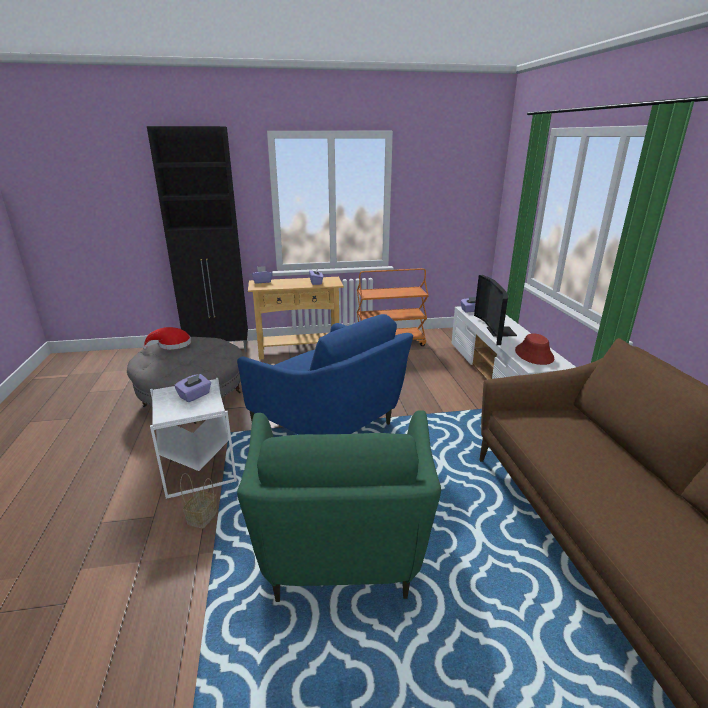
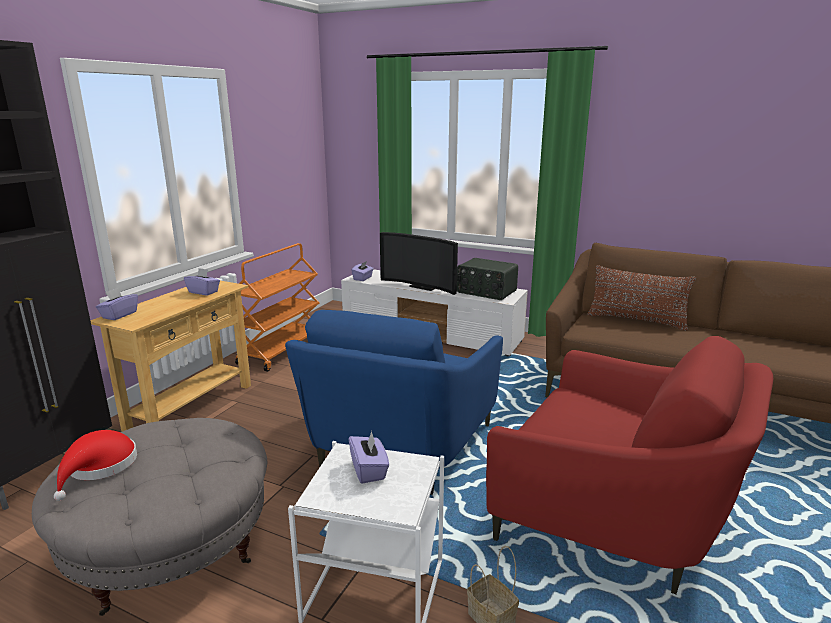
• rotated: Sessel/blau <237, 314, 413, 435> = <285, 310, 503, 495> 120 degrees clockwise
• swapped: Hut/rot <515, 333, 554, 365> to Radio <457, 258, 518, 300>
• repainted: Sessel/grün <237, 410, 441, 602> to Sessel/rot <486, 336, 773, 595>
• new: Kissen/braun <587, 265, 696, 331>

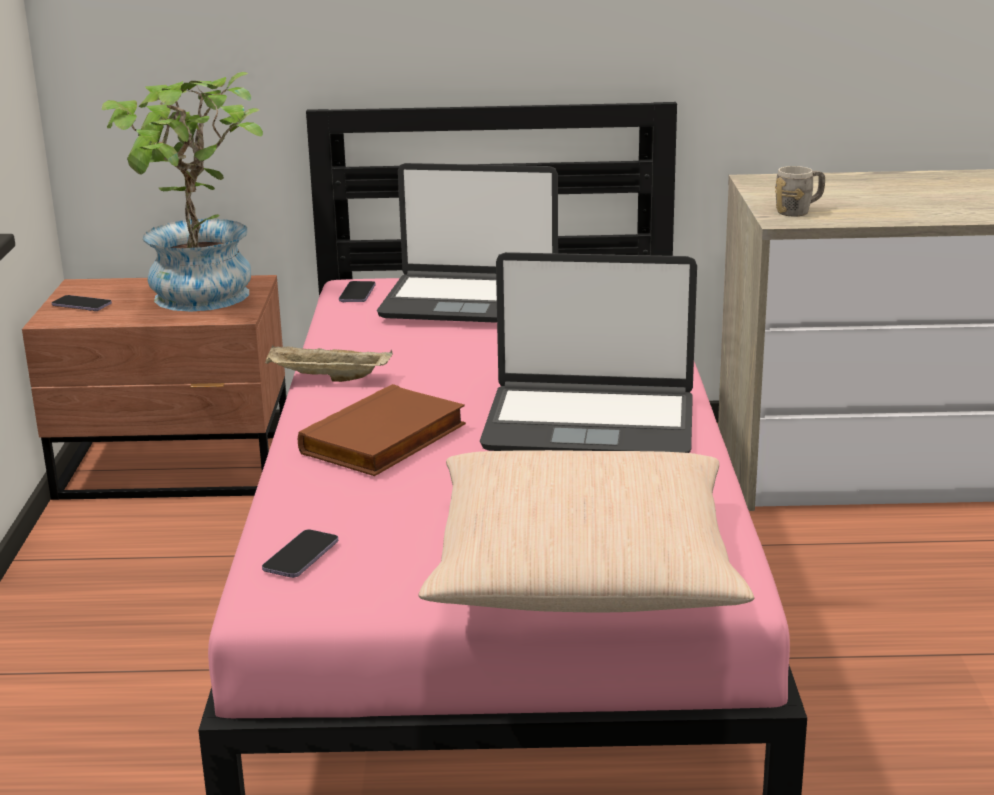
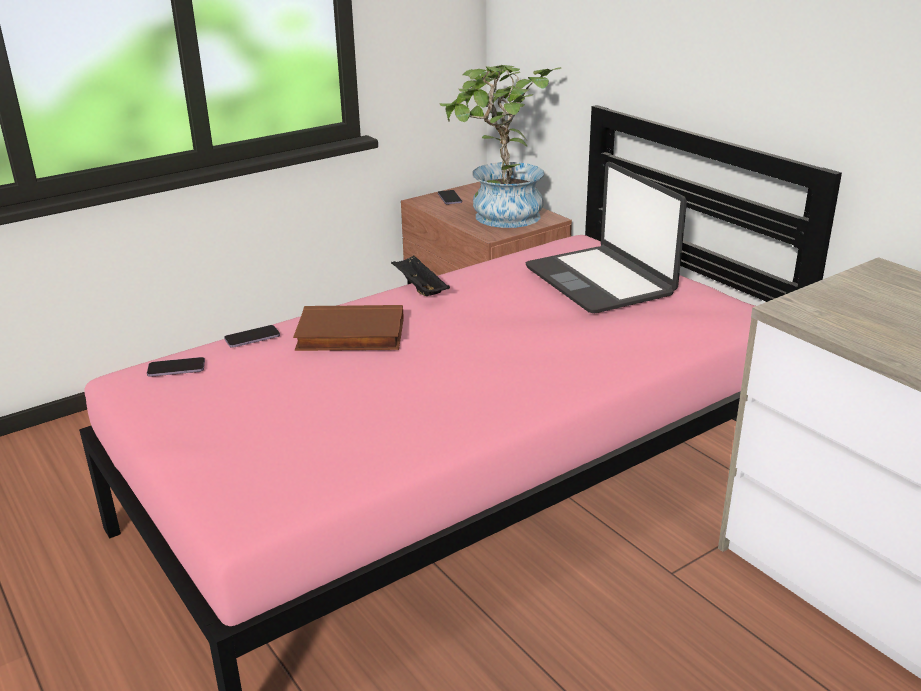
• shifted: Handy <339, 281, 376, 302> to <224, 325, 280, 348>
• repainted: Tablett/beige <265, 345, 393, 382> to Tablett/schwarz <391, 255, 450, 296>
• gone: Kissen/beige <419, 450, 754, 612>
• gone: Laptop <480, 252, 697, 453>
• gone: Henkelbecher/grau <775, 166, 825, 217>

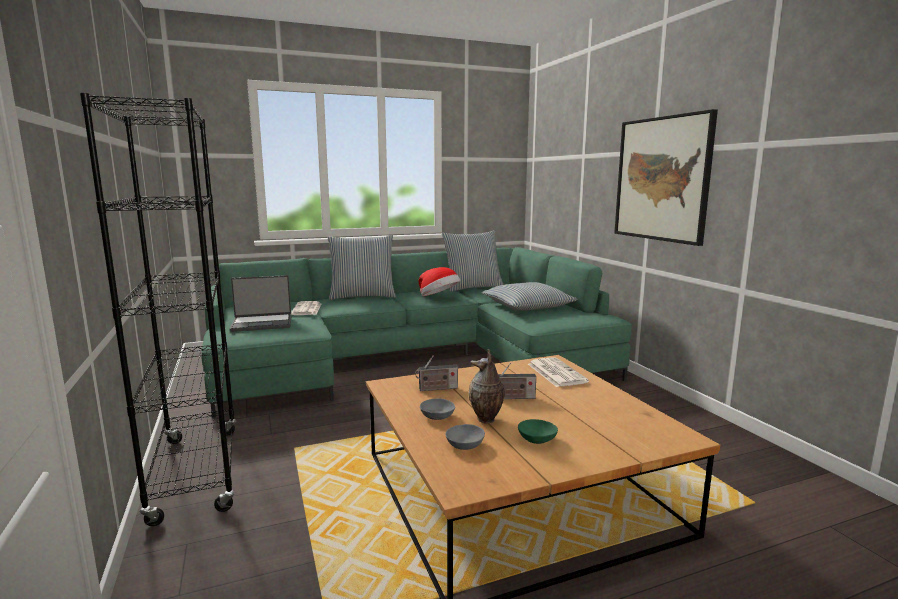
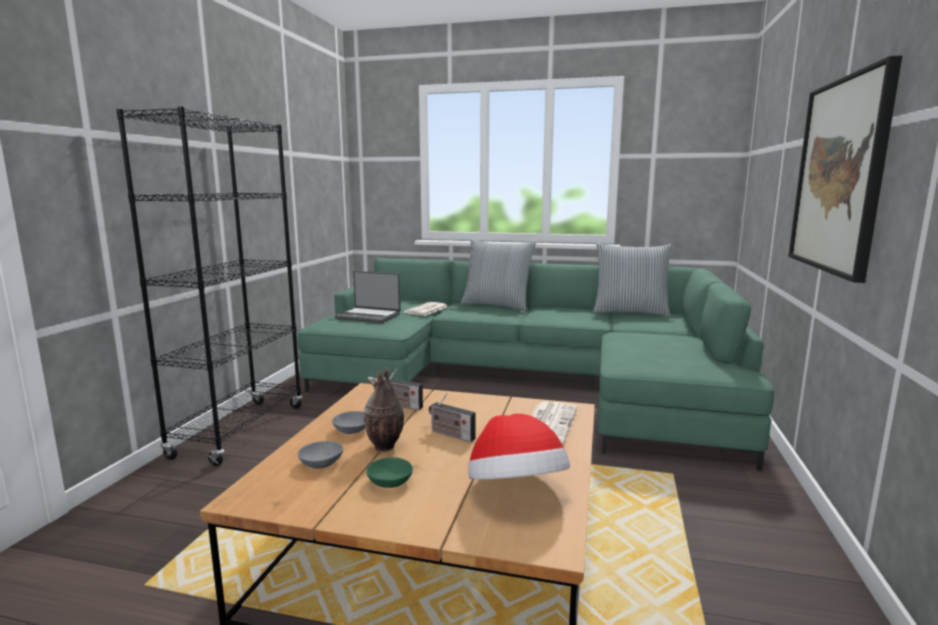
• shifted: Hut <419, 267, 461, 296> to <468, 414, 570, 480>
• gone: Kissen <482, 282, 578, 311>

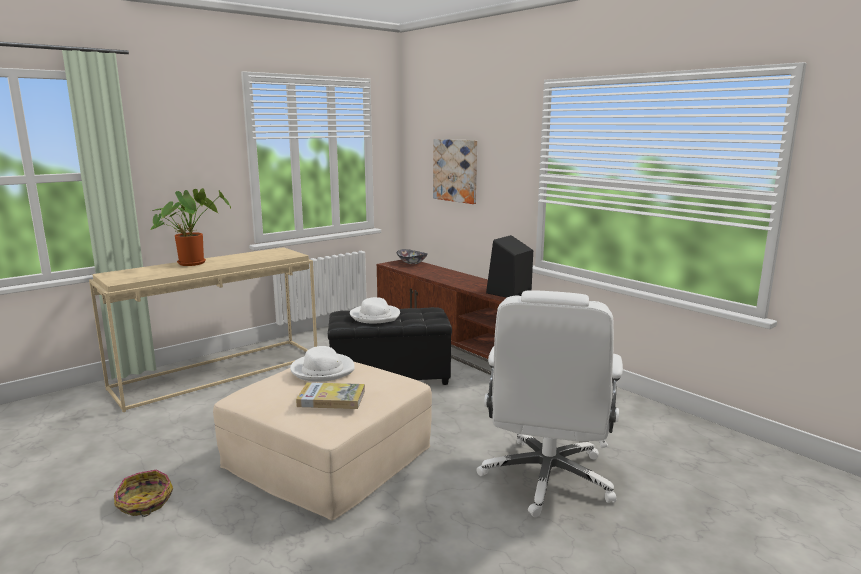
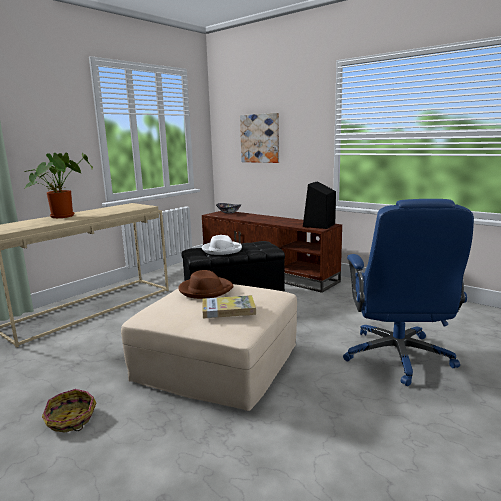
• repainted: Hut/weiß <290, 346, 355, 382> to Hut/braun <178, 270, 234, 299>
• repainted: Bürostuhl/weiß <476, 290, 623, 517> to Bürostuhl/blau <343, 199, 474, 386>

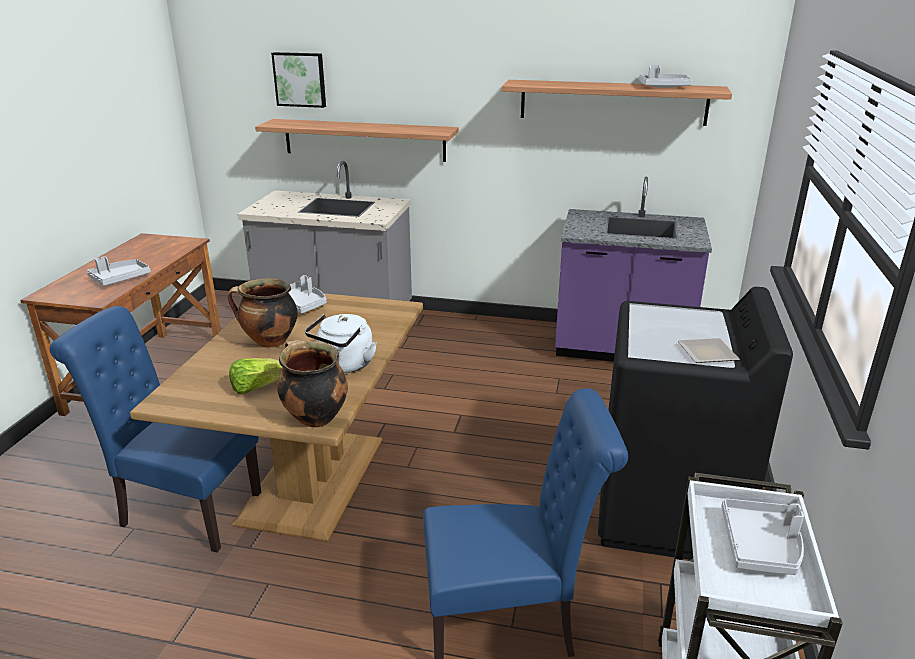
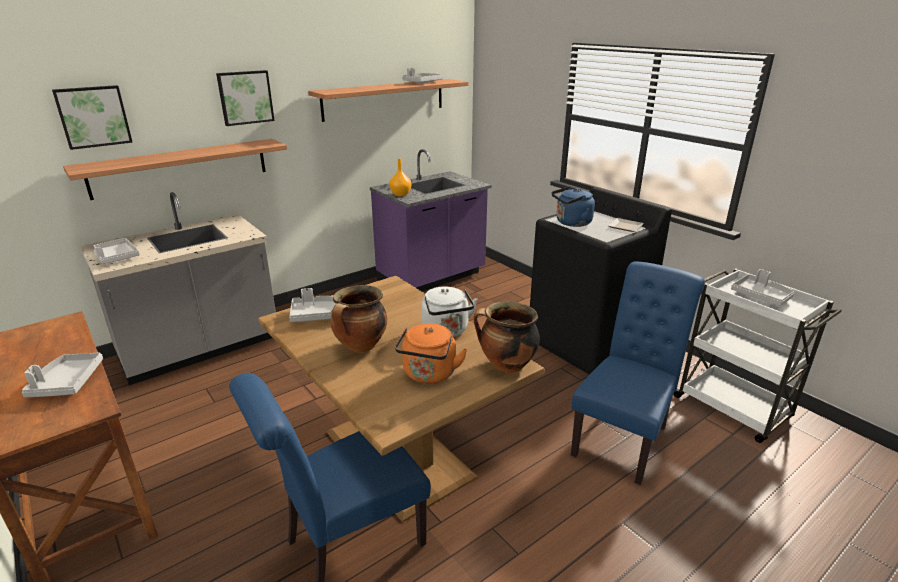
• new: Tablett/grau <93, 238, 140, 264>
• new: Bild <216, 70, 275, 126>
• new: Vase/orange <389, 159, 411, 196>
• swapped: Salatkopf <229, 358, 283, 394> to Wasserkessel/orange <395, 324, 467, 384>
• new: Wasserkessel/blau <552, 186, 595, 227>

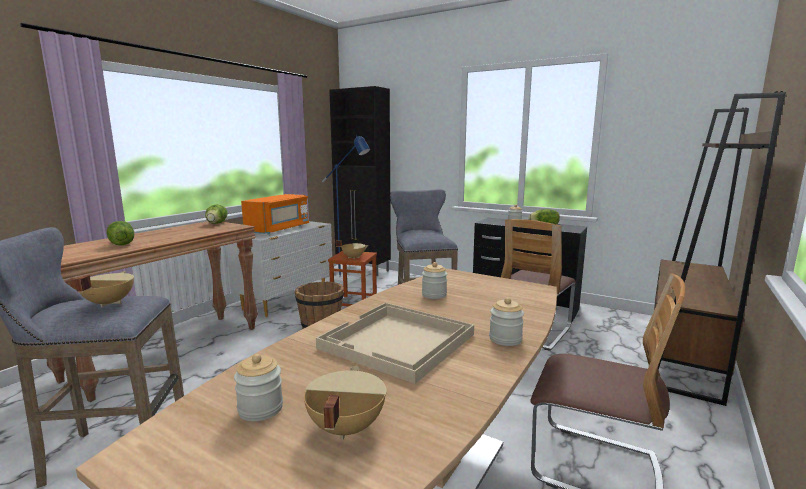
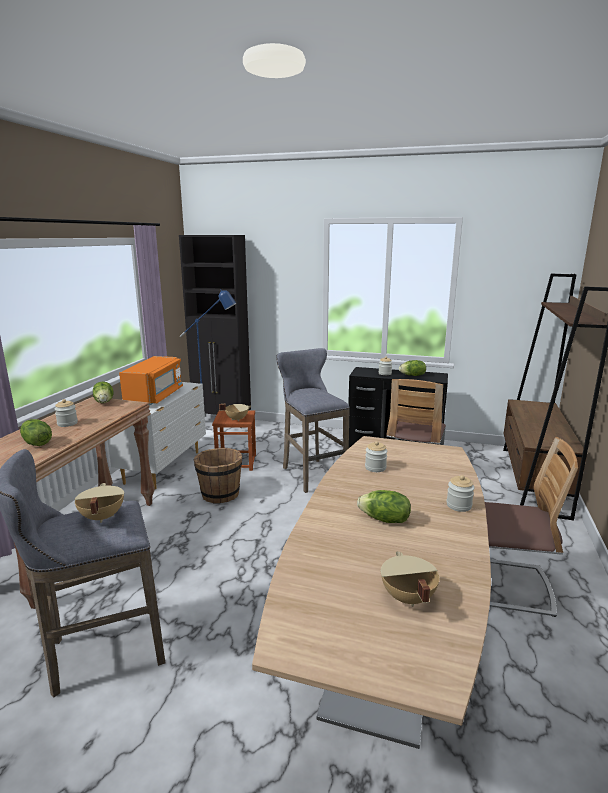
• shifted: Vorratsglas <234, 354, 283, 421> to <54, 399, 78, 427>
• swapped: Tablett/beige <316, 303, 474, 384> to Salatkopf <357, 490, 411, 523>

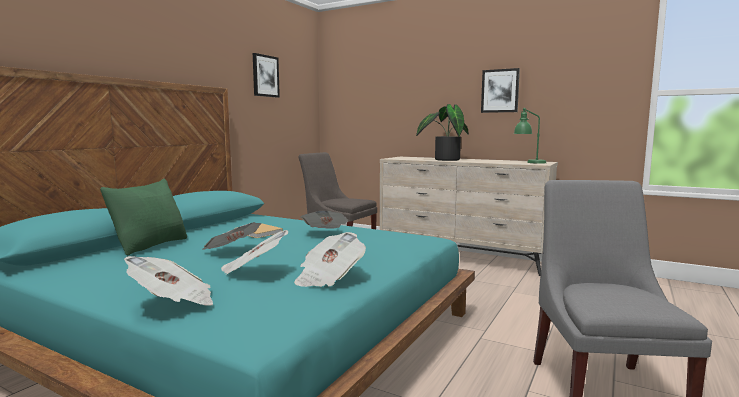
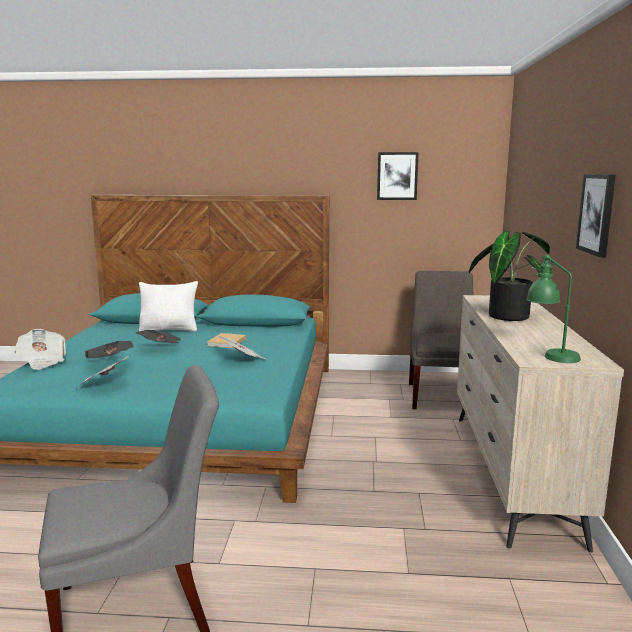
• repainted: Kissen/grün <100, 179, 187, 255> to Kissen/weiß <139, 281, 198, 332>

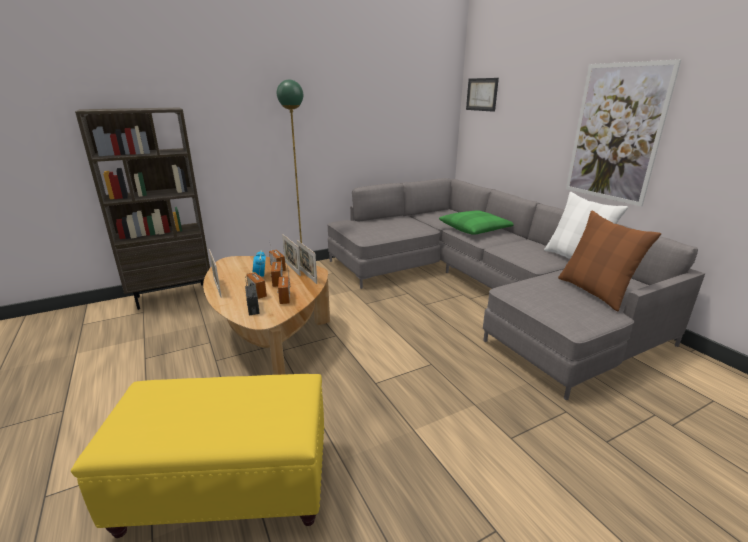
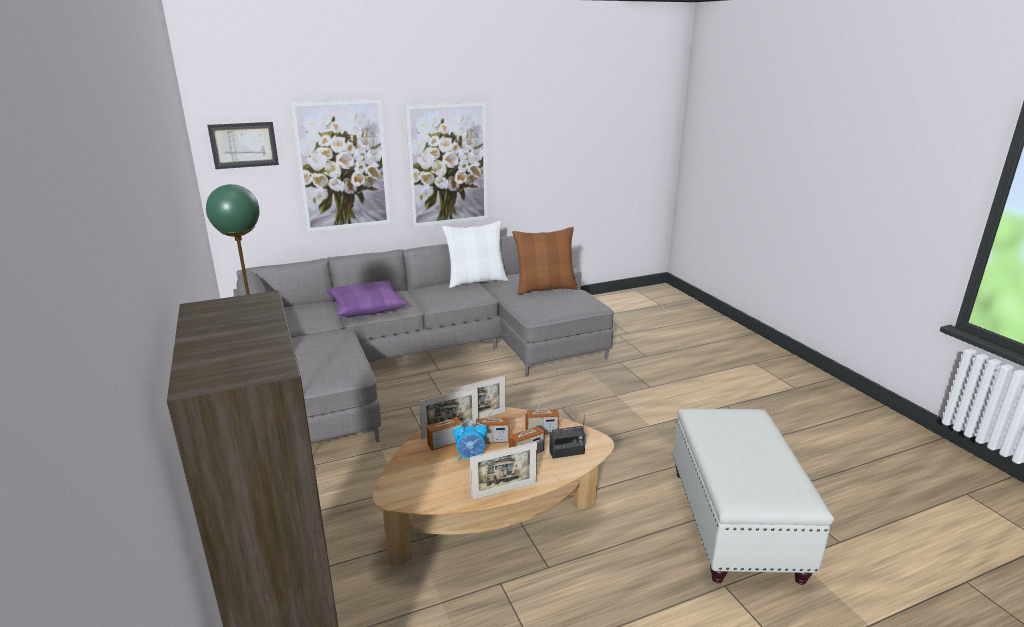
• new: Bild <290, 99, 391, 232>
• repainted: Kissen/grün <439, 210, 514, 235> to Kissen/lila <327, 281, 408, 316>
• repainted: Polsterhocker/gelb <71, 374, 324, 538> to Polsterhocker/weiß <673, 408, 834, 585>

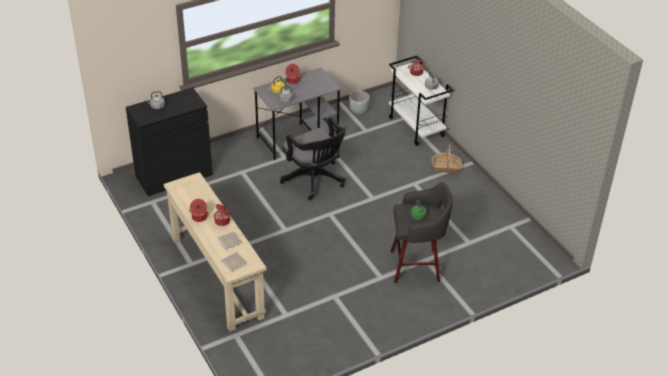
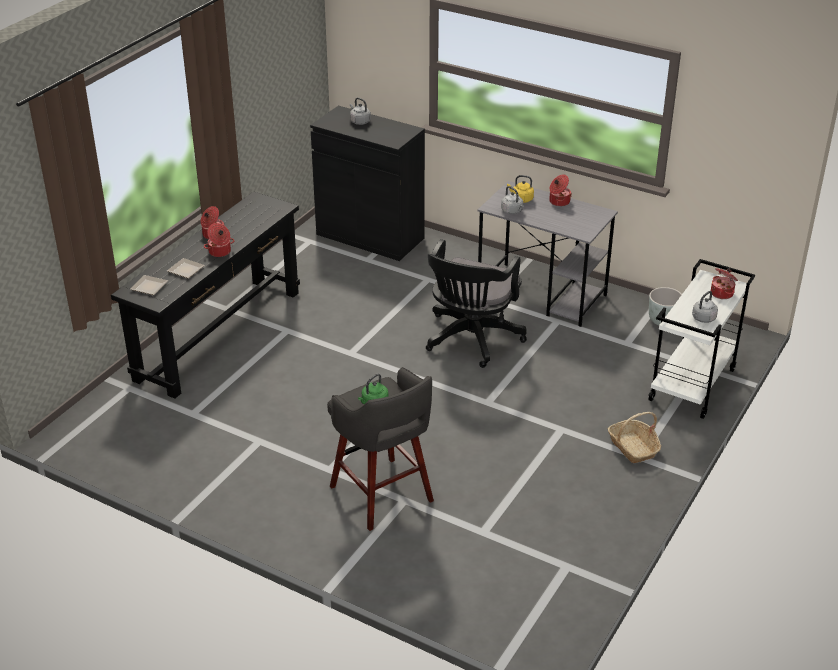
• repainted: Konsolentisch/beige <164, 172, 267, 332> to Konsolentisch/schwarz <111, 192, 300, 399>

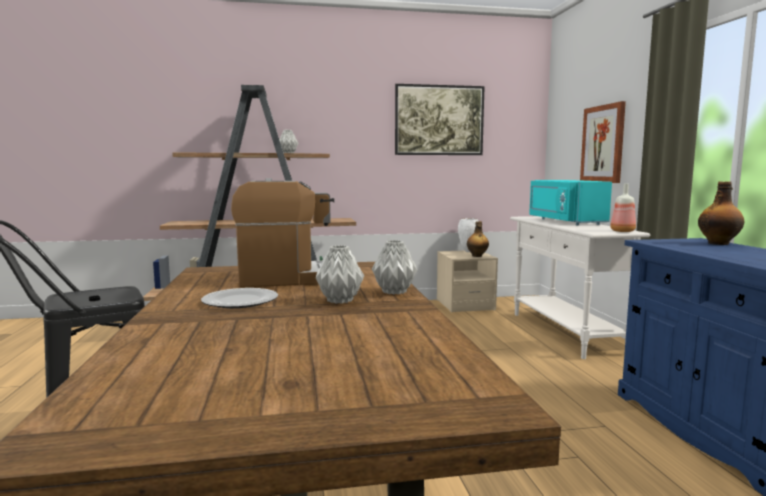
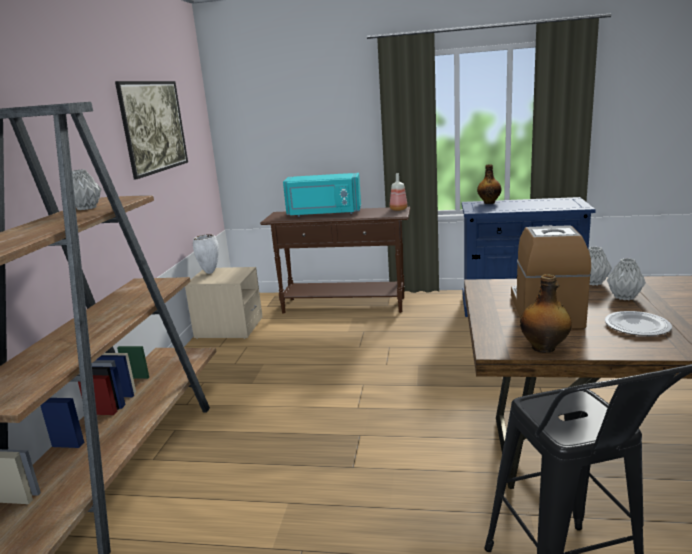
• repainted: Konsolentisch/weiß <510, 216, 650, 359> to Konsolentisch/braun <260, 207, 410, 314>
• shifted: Flasche <467, 221, 489, 257> to <520, 274, 572, 353>
• gone: Bild <580, 101, 626, 183>

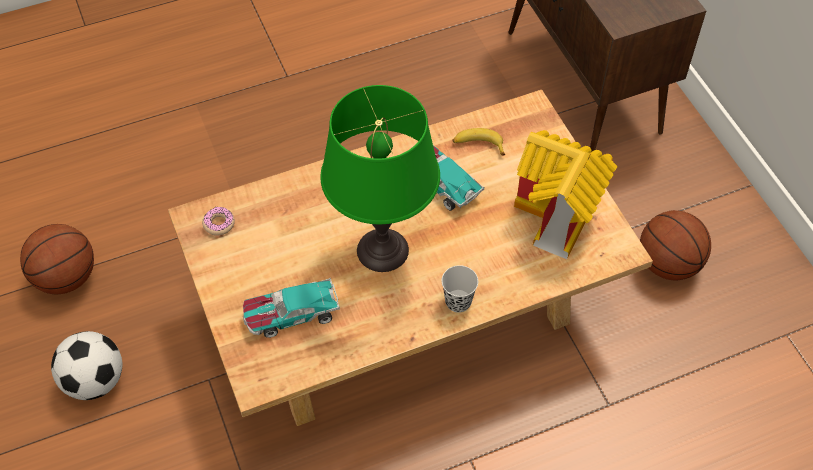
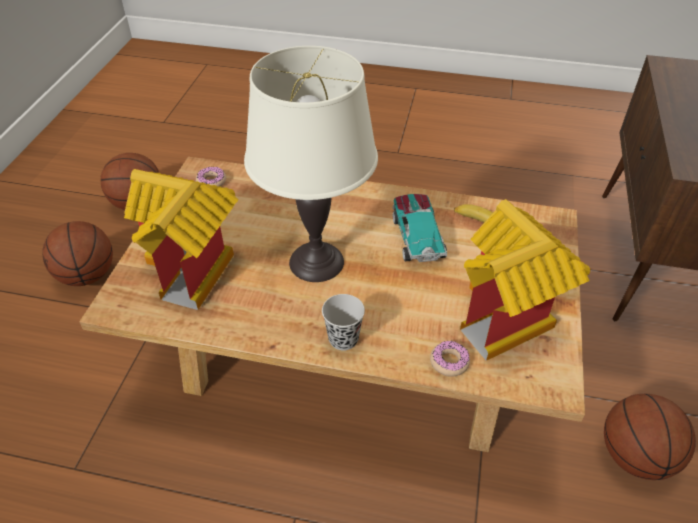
• swapped: Fußball <51, 331, 122, 400> to Basketball <42, 221, 113, 286>
• swapped: Spielzeugauto <243, 278, 340, 338> to Spielzeughaus <124, 169, 239, 310>
• repainted: Tischlampe/grün <320, 85, 440, 272> to Tischlampe/weiß <244, 46, 378, 282>
• new: Donut <430, 340, 470, 377>

